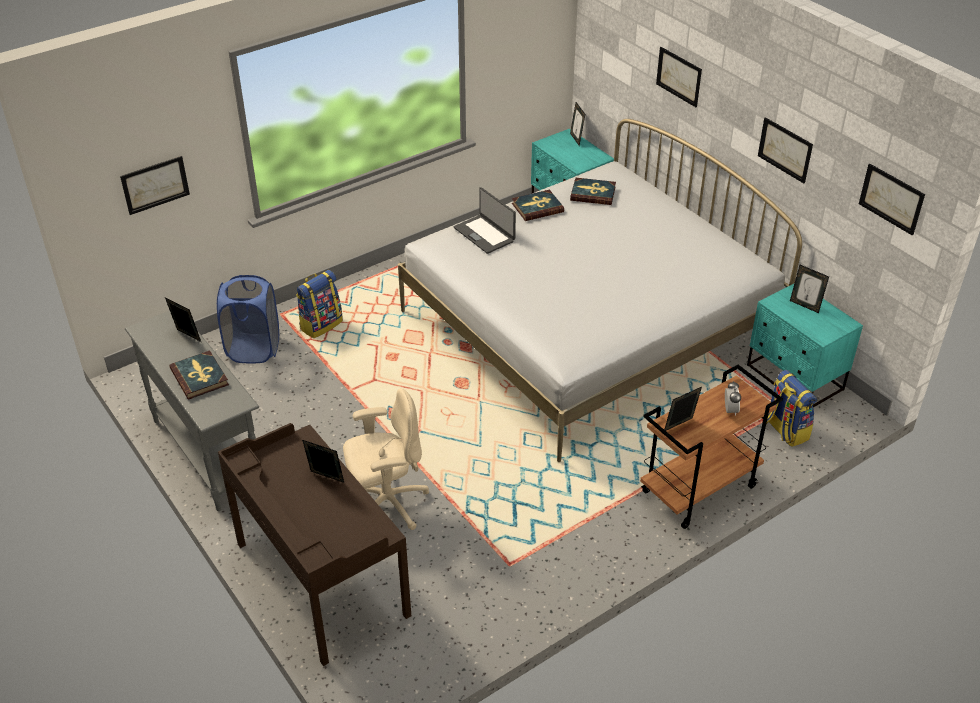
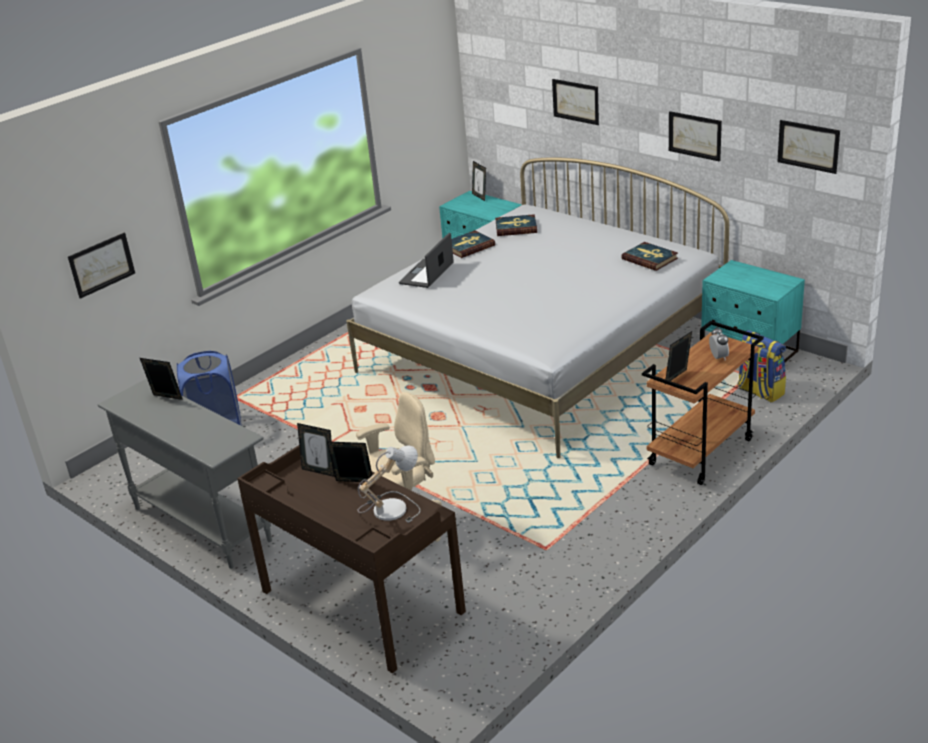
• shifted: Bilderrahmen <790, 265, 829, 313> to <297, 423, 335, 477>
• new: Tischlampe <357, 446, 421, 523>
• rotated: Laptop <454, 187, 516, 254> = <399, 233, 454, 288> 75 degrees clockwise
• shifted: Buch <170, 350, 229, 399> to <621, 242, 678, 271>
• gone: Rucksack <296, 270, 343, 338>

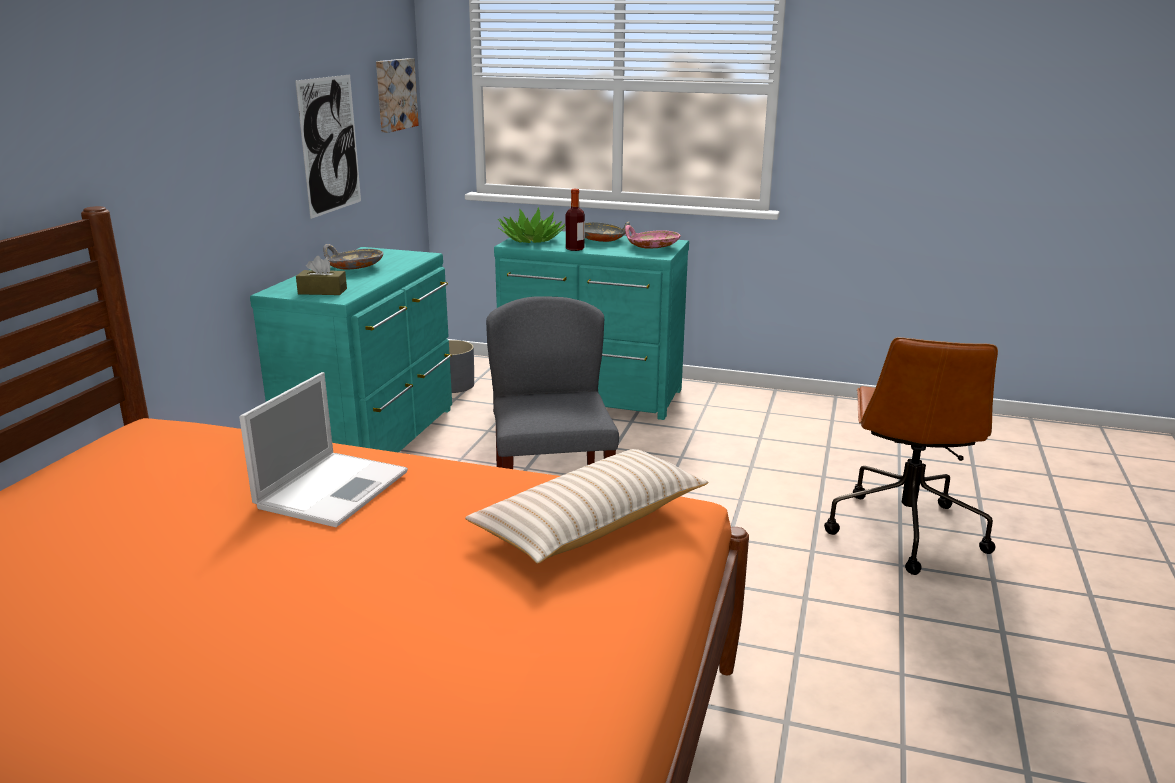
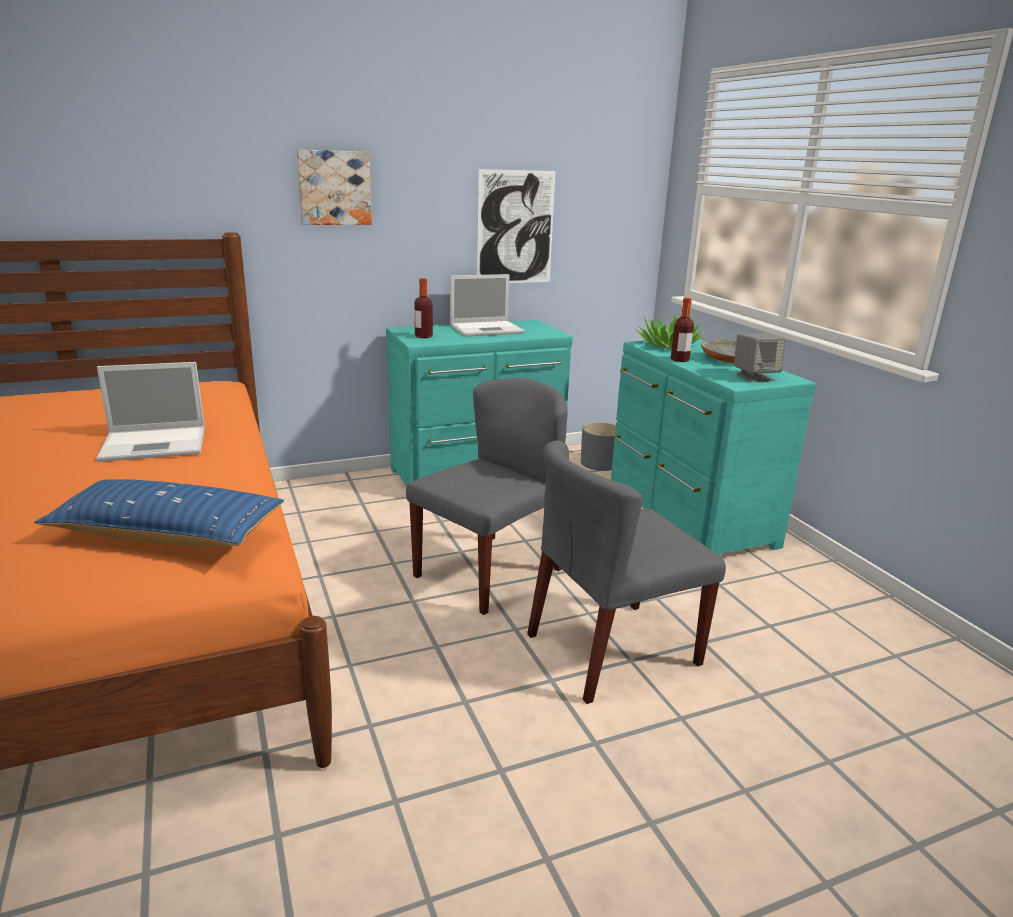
• repainted: Kissen/beige <465, 449, 708, 563> to Kissen/blau <34, 479, 284, 547>
• shifted: Bild <376, 58, 419, 133> to <297, 149, 372, 225>
• swapped: Taschentuchbox/braun <296, 256, 347, 295> to Flasche <414, 278, 433, 338>
• swapped: Schüssel/grau <323, 244, 383, 270> to Laptop <450, 274, 525, 337>
• new: Stuhl/grau <527, 440, 726, 704>
• swapped: Schüssel/rosa <625, 225, 681, 249> to Lautsprecher/grau <734, 333, 786, 382>
• gone: Bürostuhl/braun <824, 337, 998, 575>

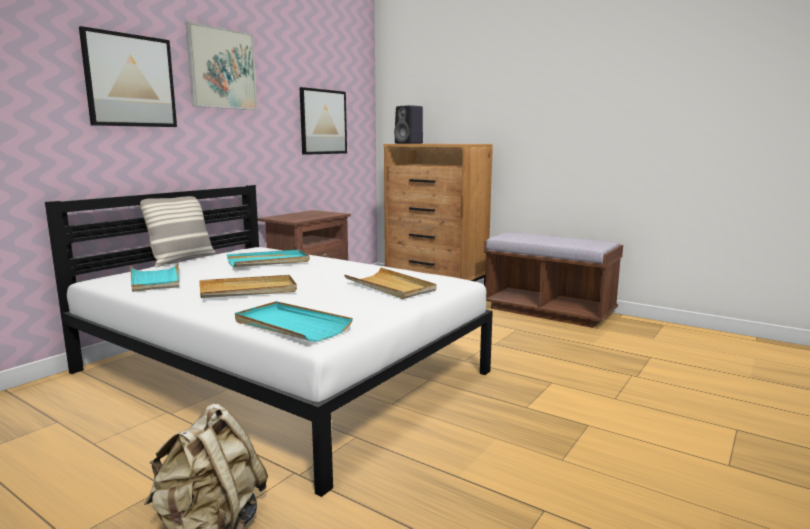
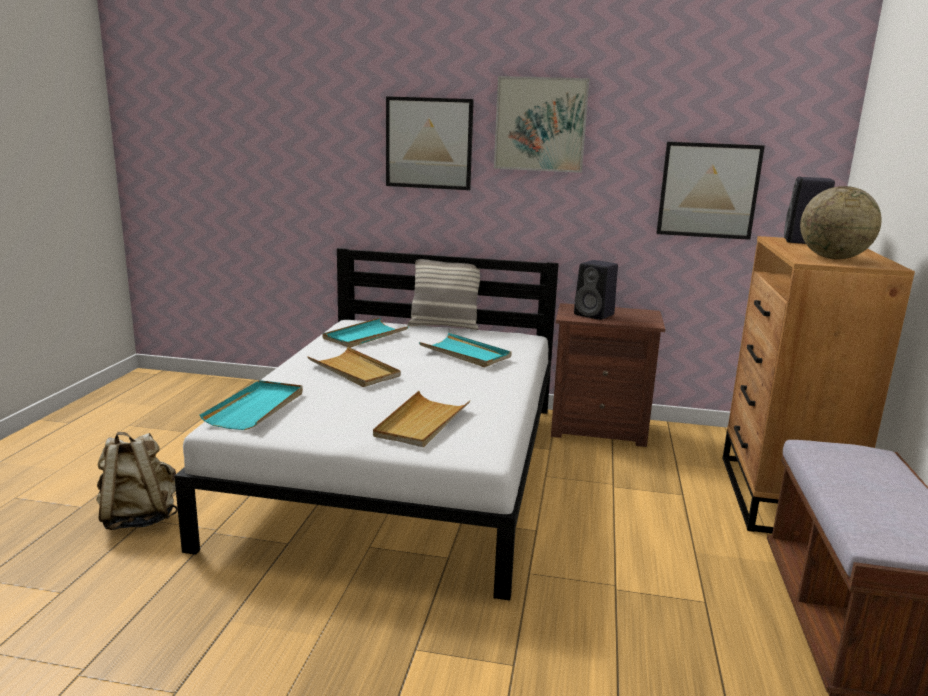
• new: Lautsprecher/schwarz <574, 260, 618, 320>
• new: Globus <800, 186, 882, 259>

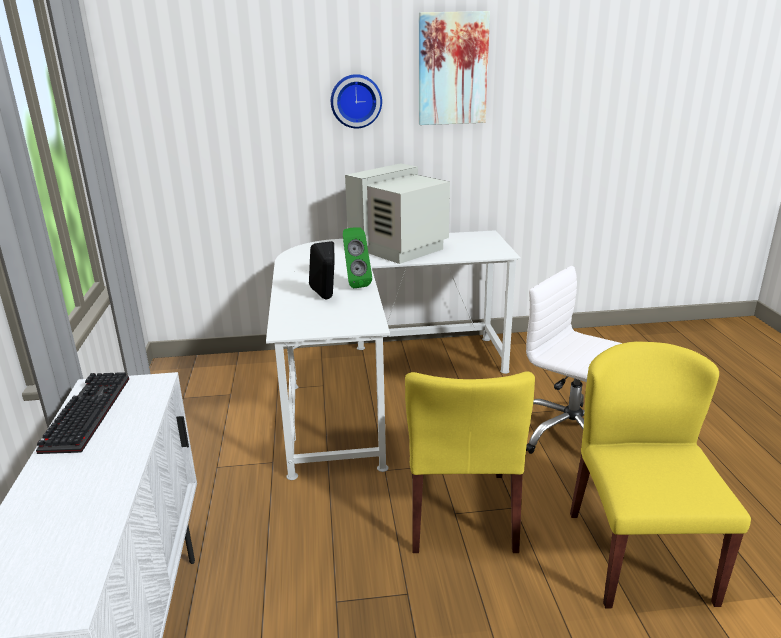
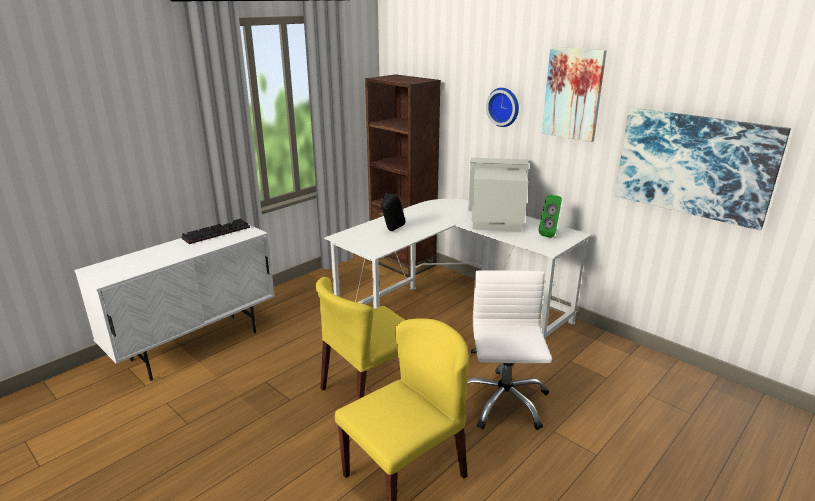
• new: Bücherregal/braun <365, 74, 441, 277>
• shifted: Lautsprecher/grün <343, 227, 372, 288> to <539, 195, 562, 238>
• new: Bild <615, 107, 791, 230>

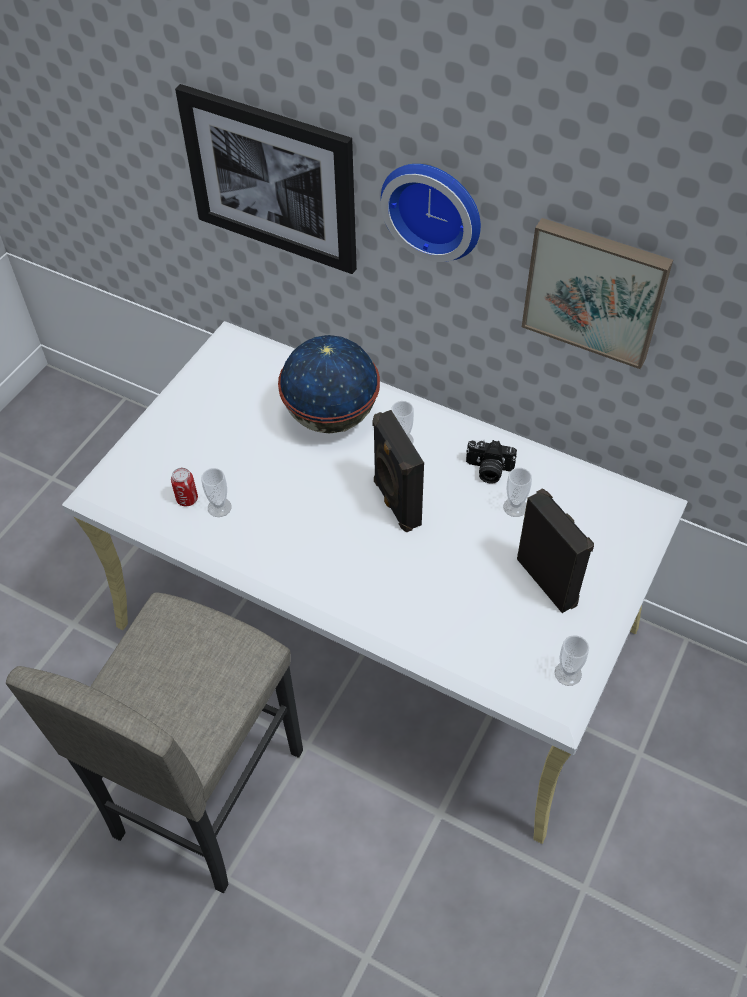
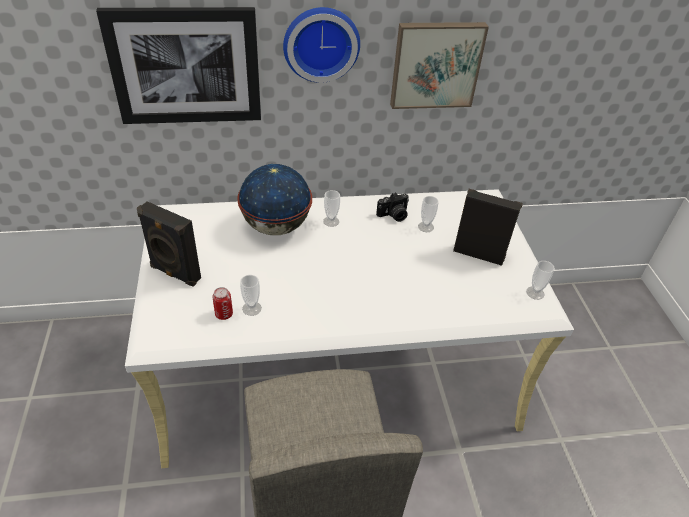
• shifted: Lautsprecher/schwarz <372, 410, 424, 532> to <137, 201, 201, 287>

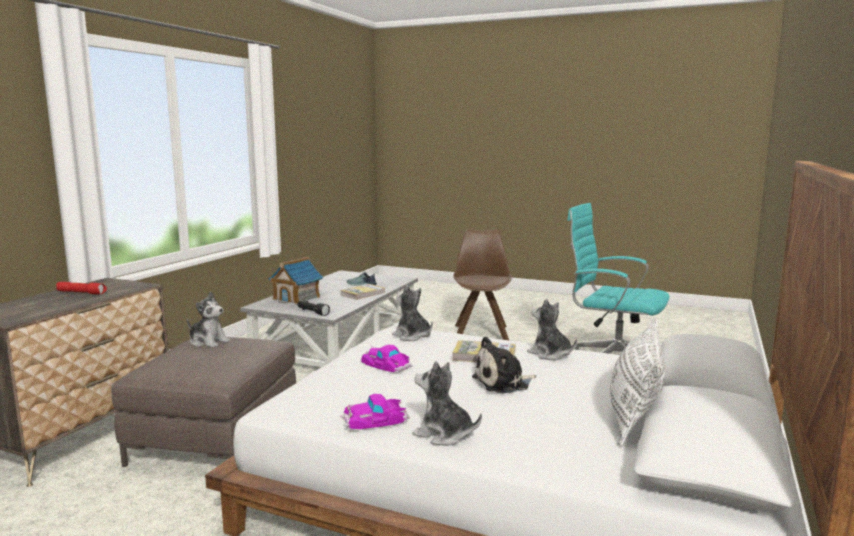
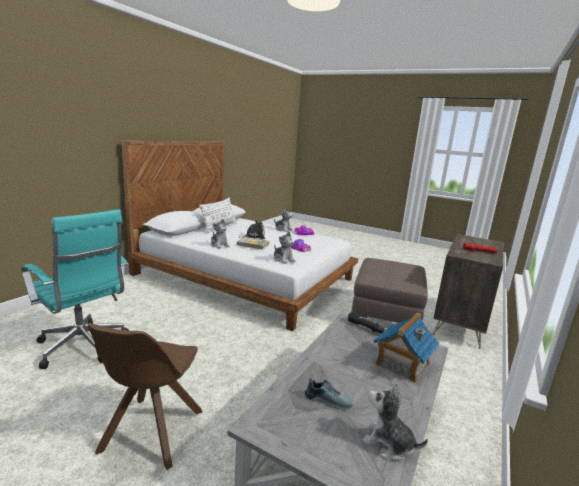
• shifted: Plüschtier <187, 292, 230, 348> to <362, 384, 428, 461>
• gone: Buch <341, 284, 385, 300>

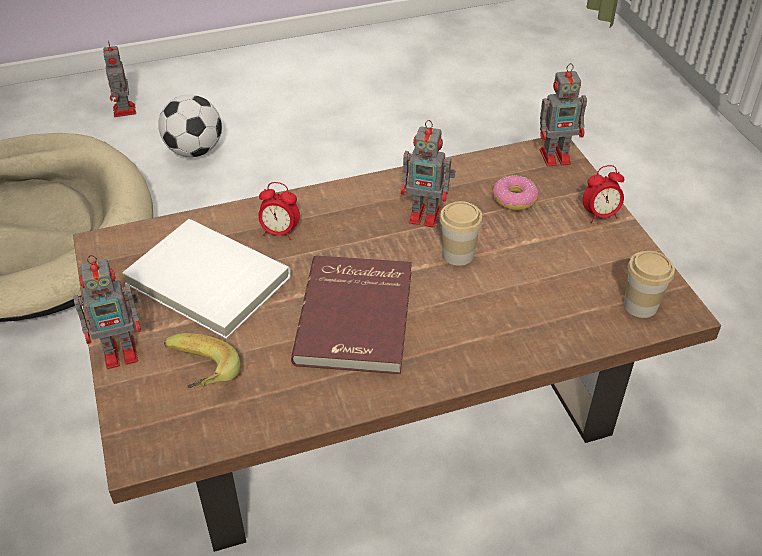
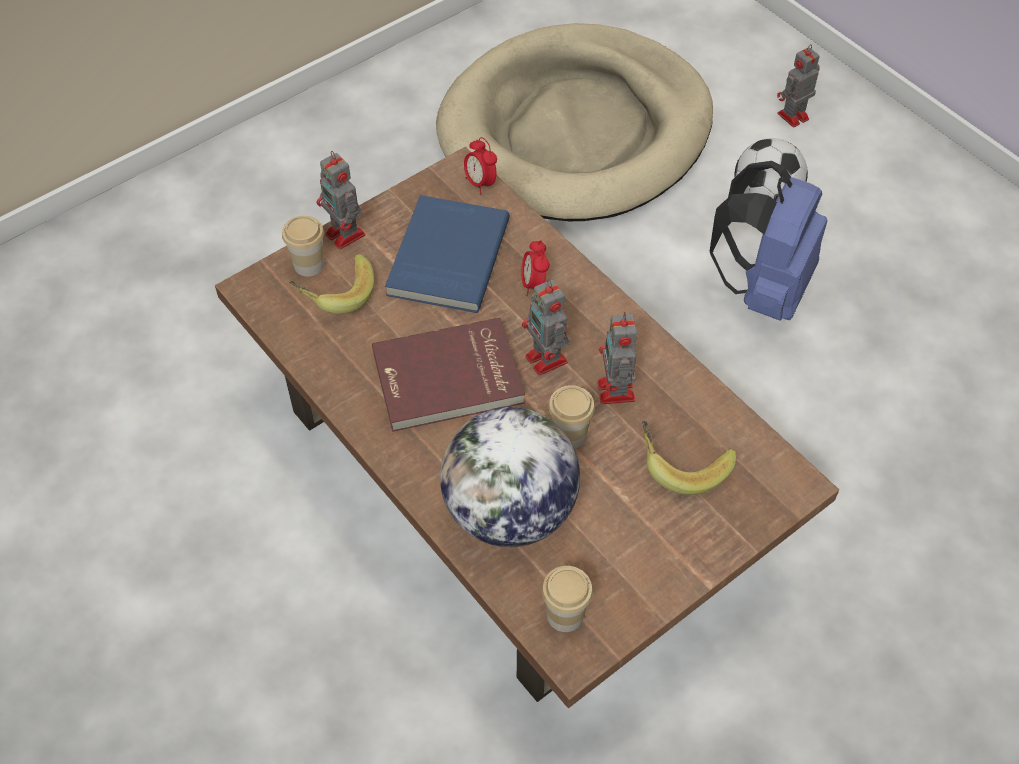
• new: Tasse <282, 216, 324, 277>
• repainted: Buch/weiß <122, 219, 291, 339> to Buch/blau <385, 195, 510, 313>
• new: Globus <440, 407, 580, 547>
• shifted: Wecker <583, 165, 624, 223> to <464, 137, 497, 195>
• shifted: Spielzeugroboter <540, 63, 587, 167> to <522, 279, 570, 376>
• swapped: Donut <493, 175, 539, 211> to Banane <642, 421, 736, 495>
• new: Rucksack/blau <710, 161, 827, 321>

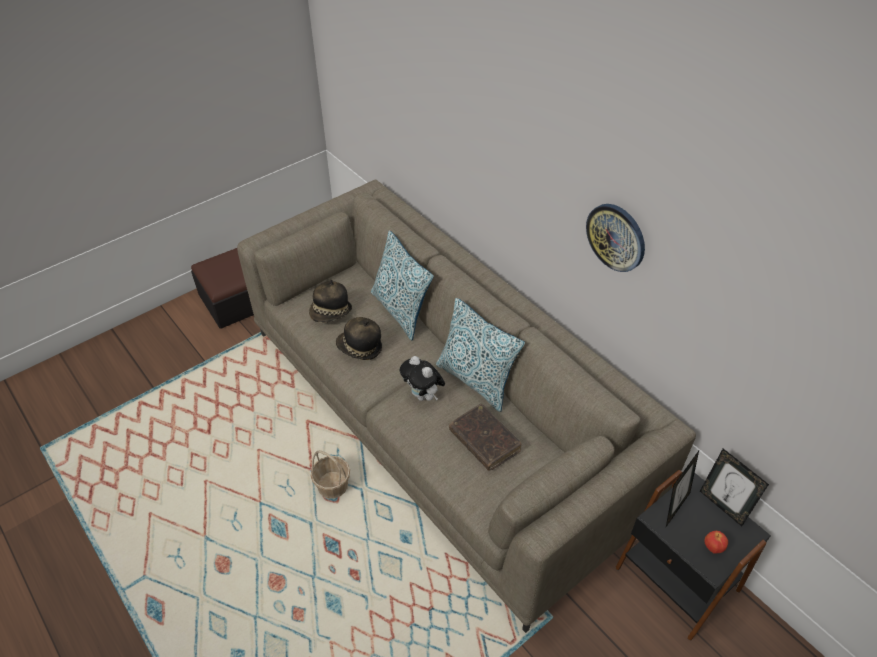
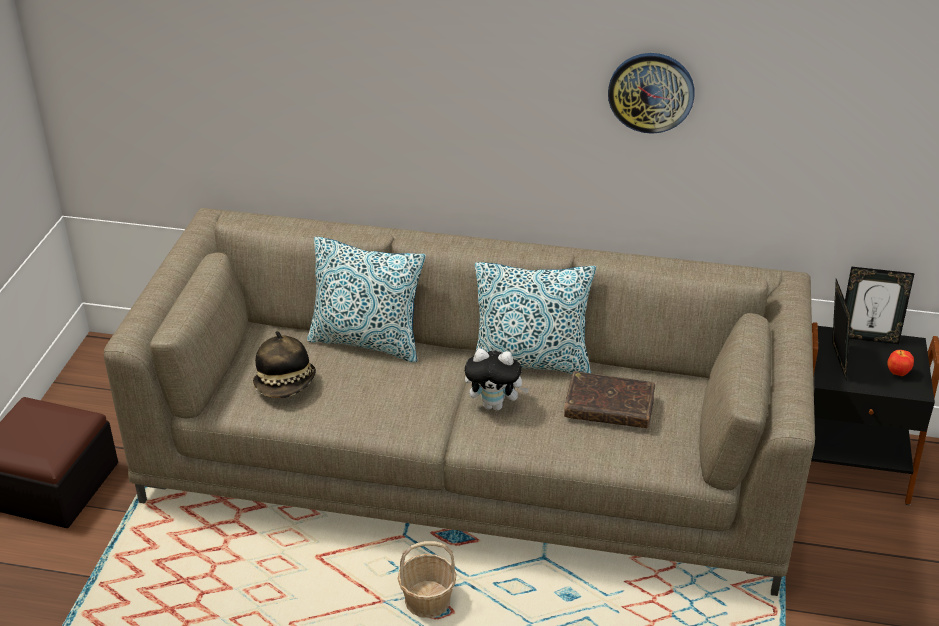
• gone: Hut <336, 317, 382, 360>

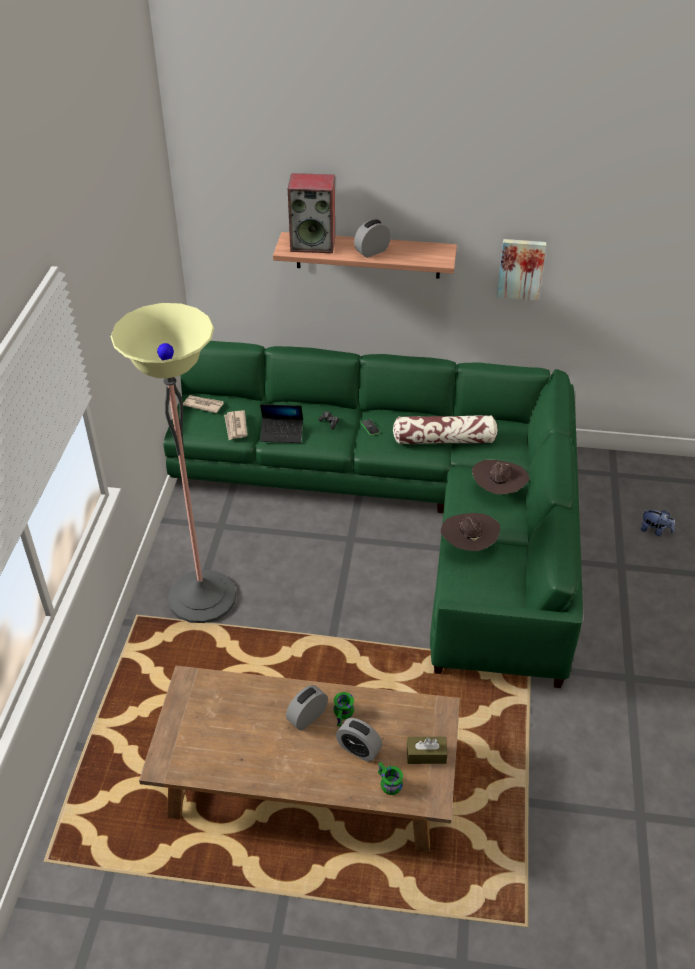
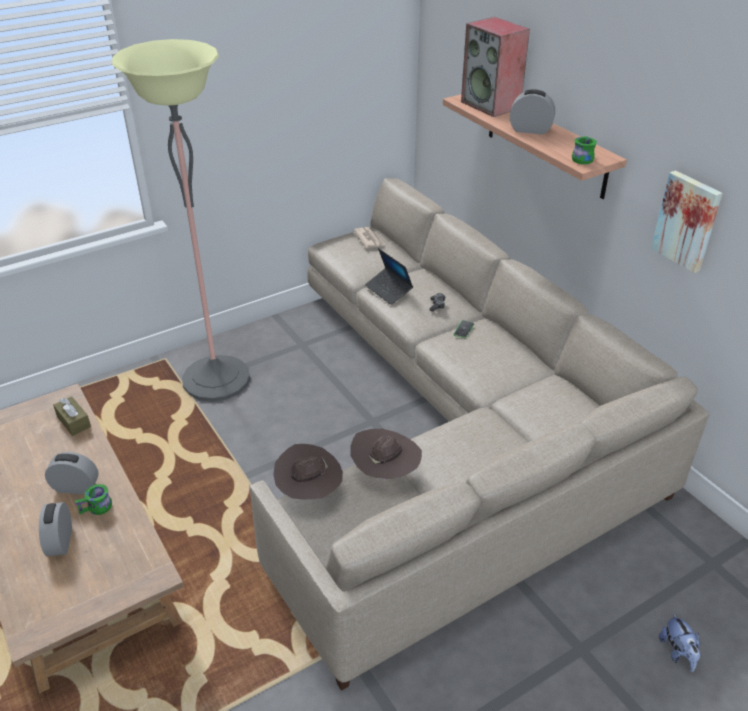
• shifted: Taschentuchbox/braun <407, 737, 448, 764> to <53, 396, 91, 436>
• repainted: Sofa/grün <163, 341, 583, 688> to Sofa/beige <250, 178, 710, 691>
• shifted: Hut/braun <472, 460, 529, 494> to <273, 444, 343, 499>
• shifted: Henkelbecher/grün <378, 762, 403, 795> to <572, 136, 597, 164>
• gone: Zeitung <224, 410, 248, 440>
• gone: Kissen <393, 415, 497, 444>

